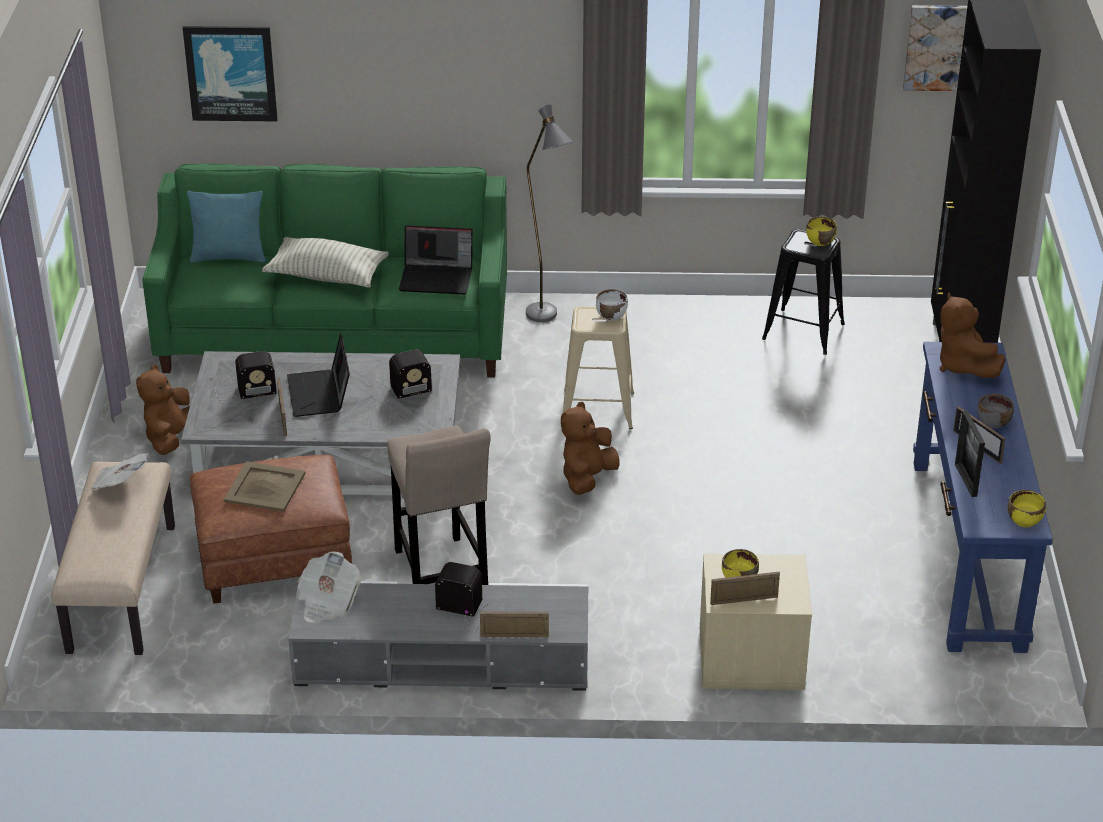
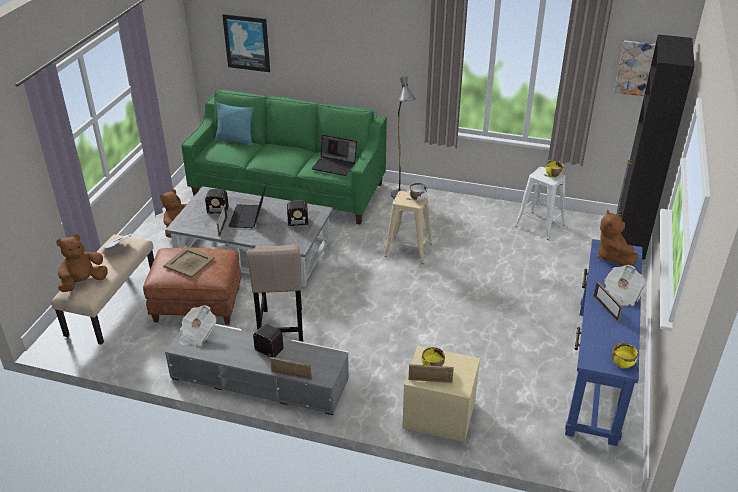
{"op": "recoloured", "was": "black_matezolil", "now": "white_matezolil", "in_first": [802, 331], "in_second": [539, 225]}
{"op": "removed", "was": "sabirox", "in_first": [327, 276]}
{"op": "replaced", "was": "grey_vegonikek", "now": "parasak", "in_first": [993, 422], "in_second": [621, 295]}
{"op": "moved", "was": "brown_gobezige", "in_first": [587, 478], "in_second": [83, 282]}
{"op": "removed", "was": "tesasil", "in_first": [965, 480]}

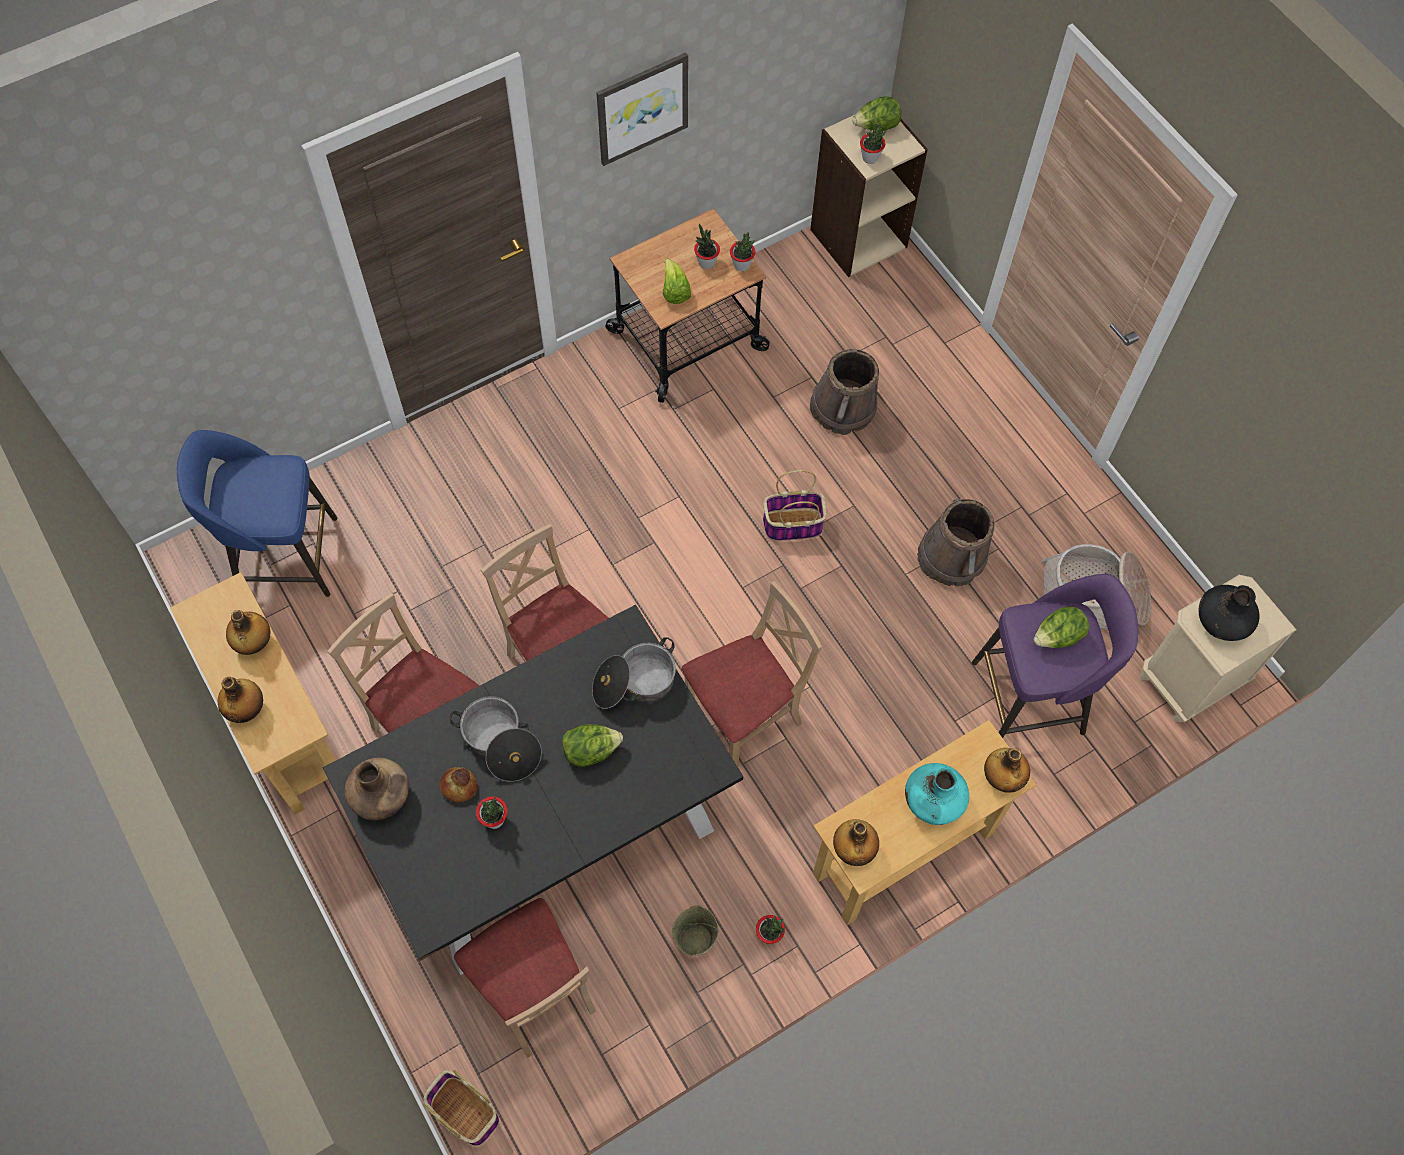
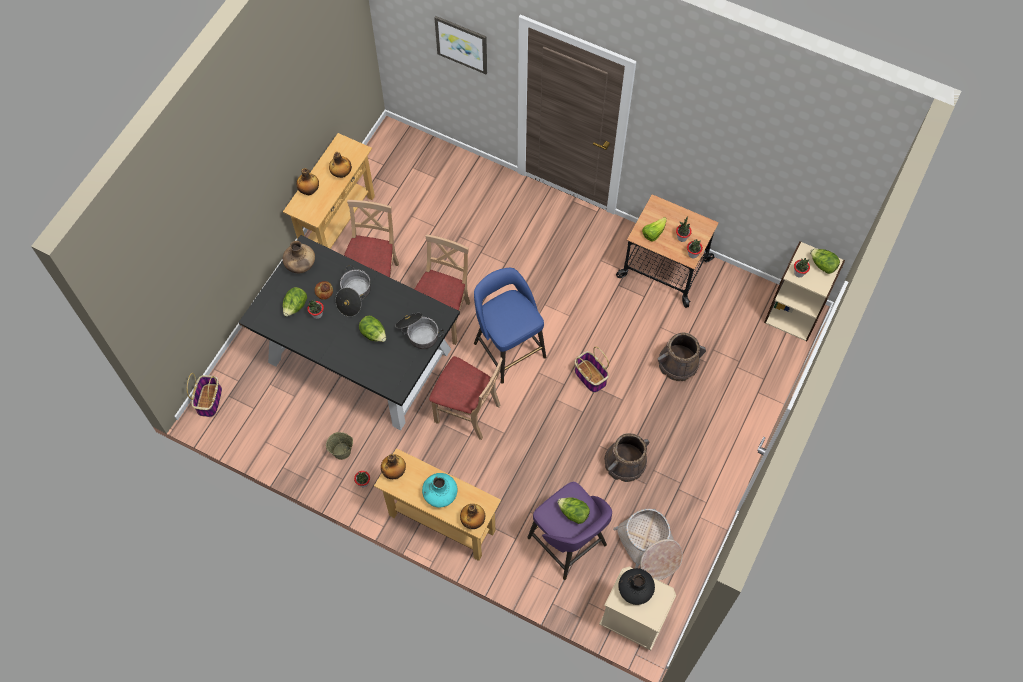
{"op": "moved", "was": "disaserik", "in_first": [642, 108], "in_second": [462, 44]}
{"op": "moved", "was": "blue_matezolil", "in_first": [283, 556], "in_second": [508, 348]}
{"op": "removed", "was": "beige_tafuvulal", "in_first": [535, 993]}
{"op": "added", "now": "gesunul", "in_second": [295, 306]}

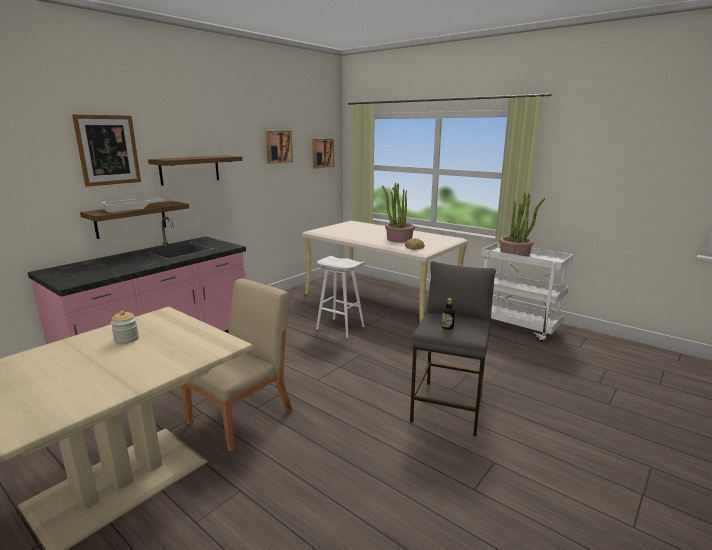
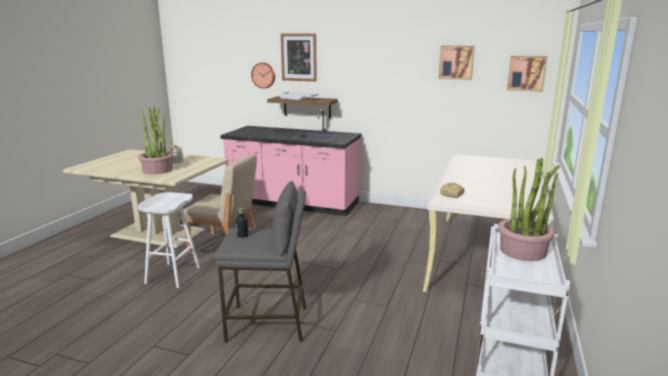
{"op": "removed", "was": "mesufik", "in_first": [190, 170]}
{"op": "moved", "was": "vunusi", "in_first": [399, 239], "in_second": [157, 170]}
{"op": "moved", "was": "white_matezolil", "in_first": [339, 328], "in_second": [173, 274]}
{"op": "added", "now": "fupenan", "in_second": [263, 75]}

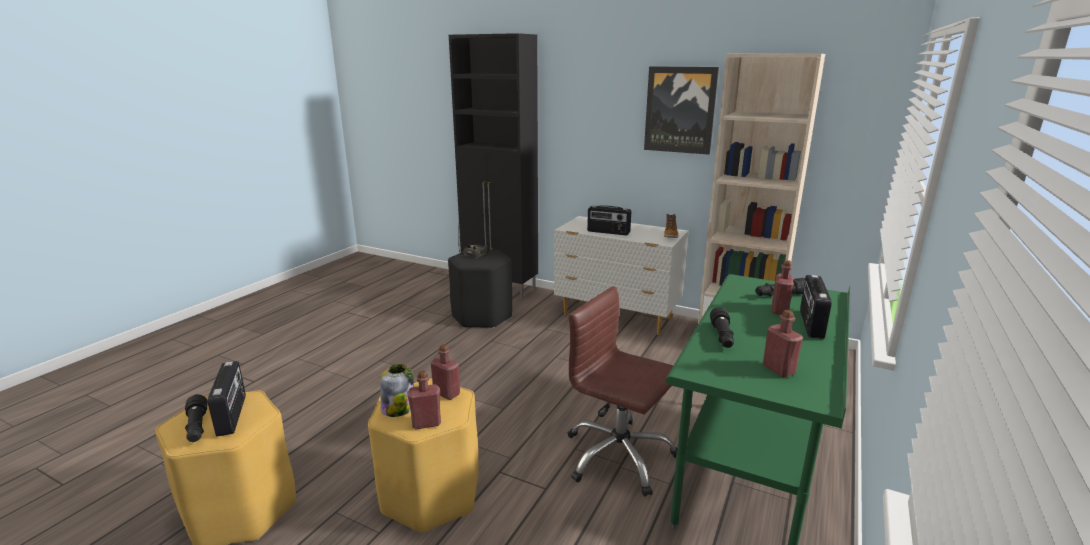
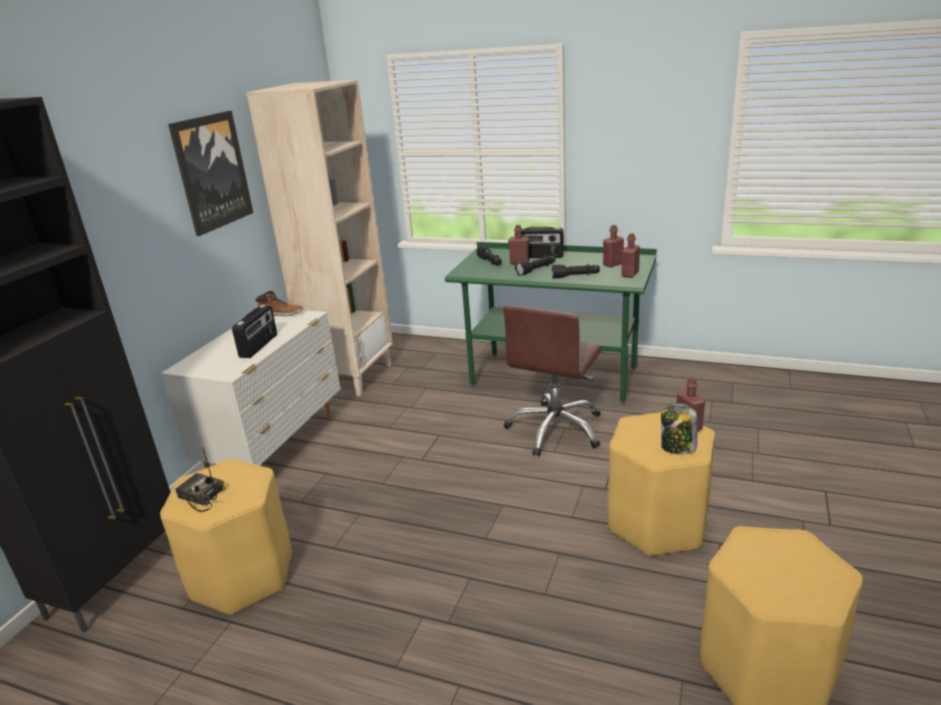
{"op": "recoloured", "was": "black_matezolil", "now": "yellow_matezolil", "in_first": [482, 316], "in_second": [243, 575]}
{"op": "moved", "was": "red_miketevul", "in_first": [446, 393], "in_second": [630, 274]}
{"op": "removed", "was": "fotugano", "in_first": [233, 415]}
{"op": "moved", "was": "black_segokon", "in_first": [197, 427], "in_second": [536, 270]}

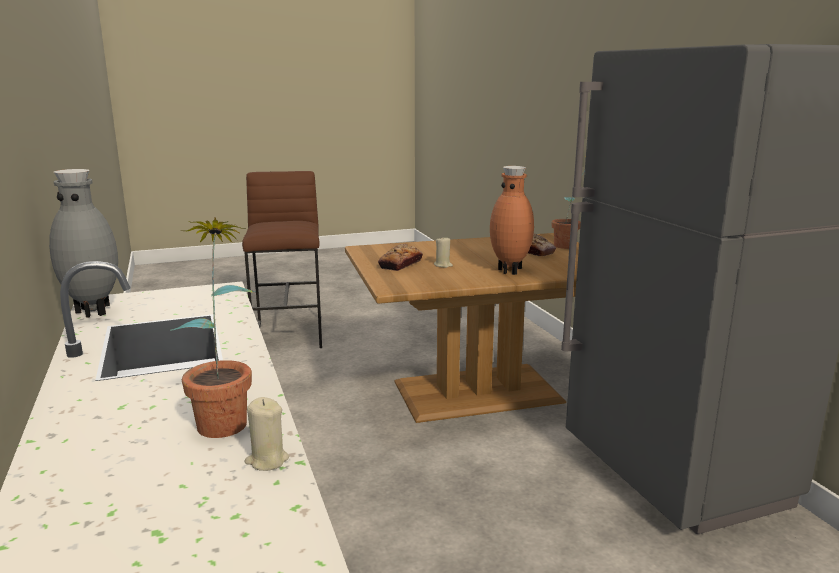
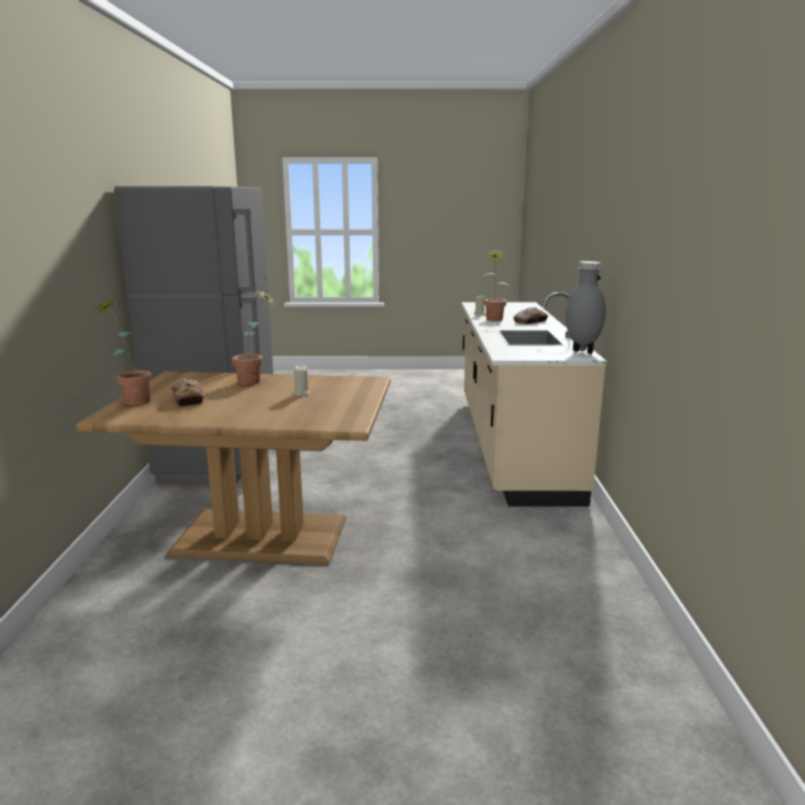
{"op": "replaced", "was": "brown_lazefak", "now": "vunusi", "in_first": [510, 271], "in_second": [256, 382]}
{"op": "removed", "was": "brown_matezolil", "in_first": [290, 334]}
{"op": "moved", "was": "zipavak", "in_first": [400, 264], "in_second": [530, 321]}

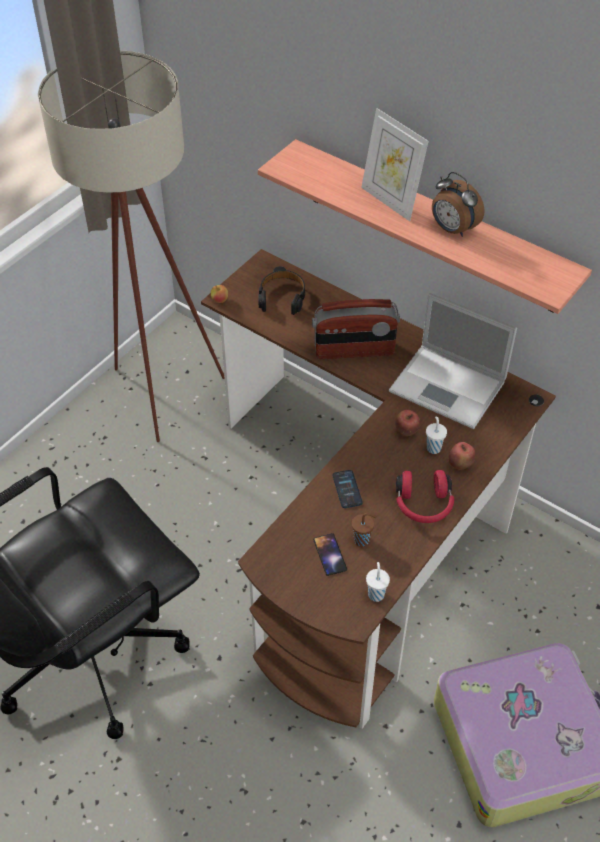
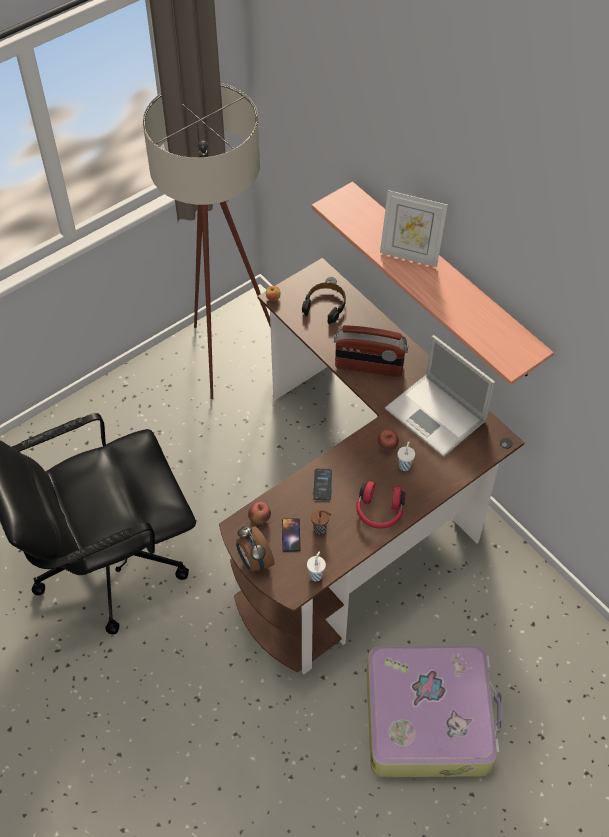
{"op": "turned", "was": "tesasil", "in_first": [390, 201], "in_second": [410, 255], "clockwise": -45}
{"op": "moved", "was": "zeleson", "in_first": [452, 229], "in_second": [254, 561]}
{"op": "moved", "was": "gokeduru", "in_first": [460, 464], "in_second": [259, 519]}

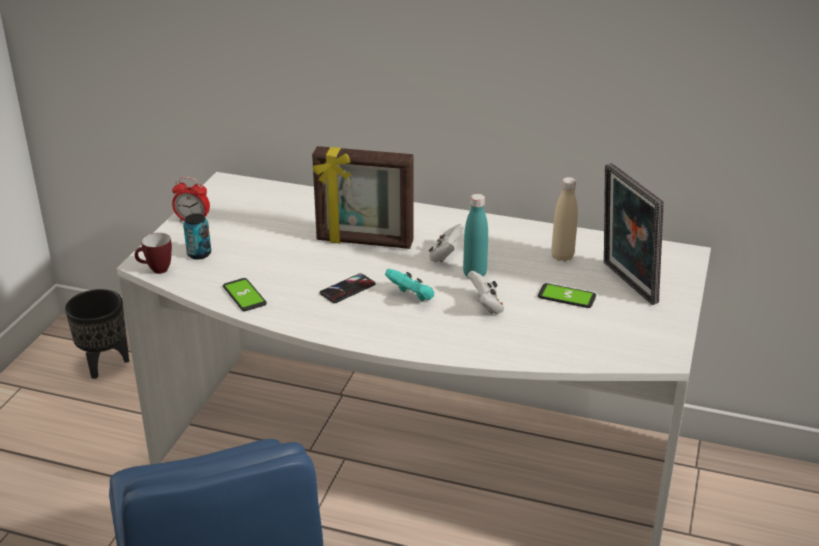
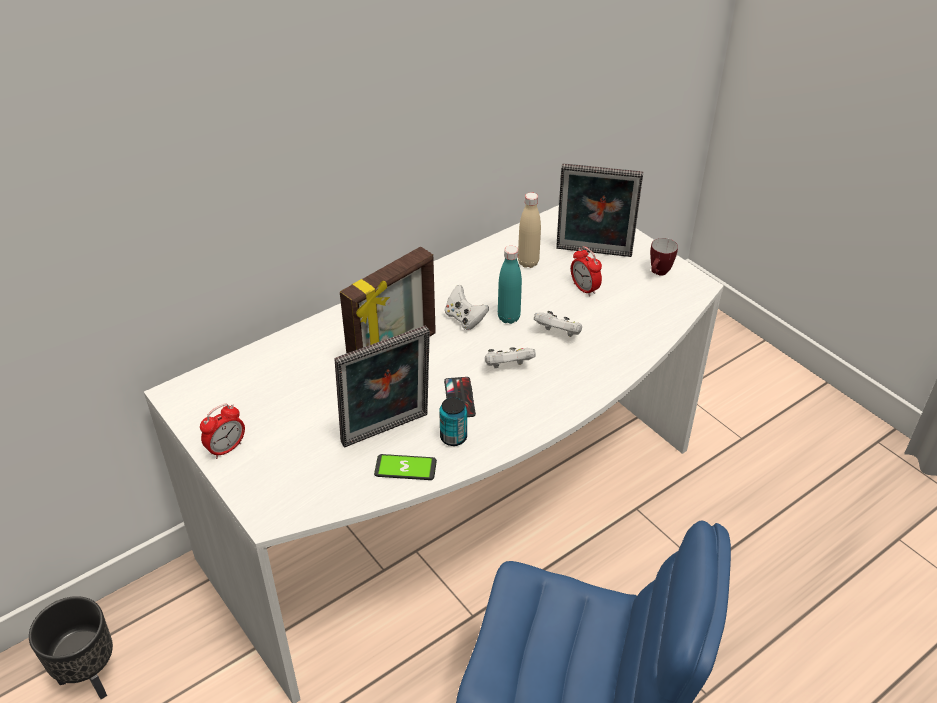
{"op": "moved", "was": "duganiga", "in_first": [199, 254], "in_second": [453, 437]}
{"op": "moved", "was": "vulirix", "in_first": [155, 270], "in_second": [659, 273]}
{"op": "recoloured", "was": "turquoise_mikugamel", "now": "white_mikugamel", "in_first": [411, 297], "in_second": [508, 367]}
{"op": "replaced", "was": "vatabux", "now": "zeleson", "in_first": [566, 297], "in_second": [584, 289]}
{"op": "added", "now": "tesasil", "in_second": [387, 432]}

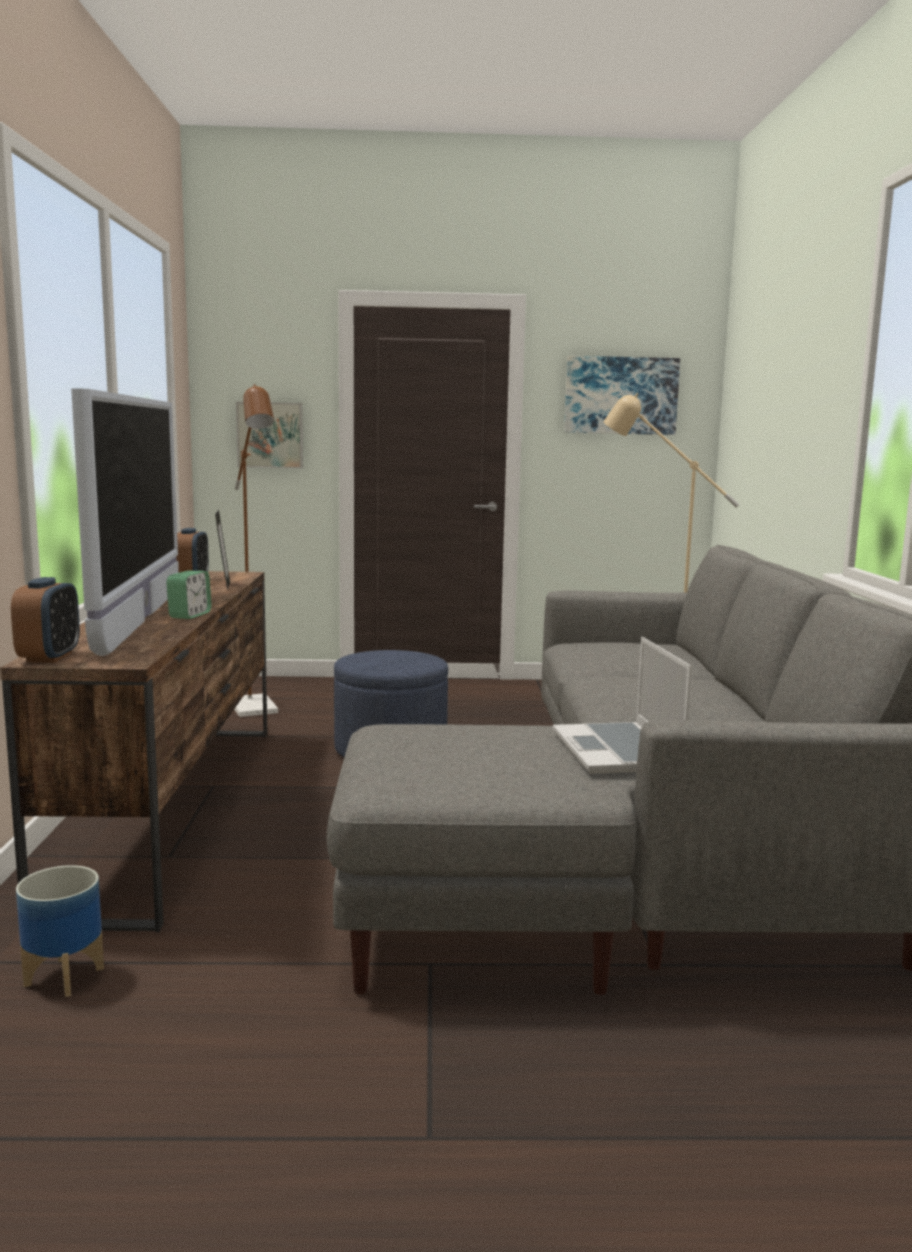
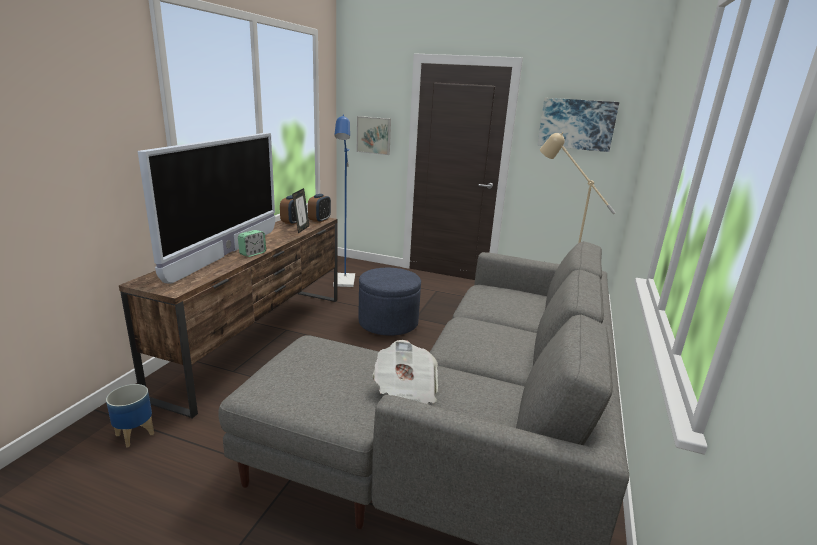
{"op": "recoloured", "was": "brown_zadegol", "now": "blue_zadegol", "in_first": [255, 710], "in_second": [344, 283]}
{"op": "moved", "was": "zeleson", "in_first": [49, 657], "in_second": [319, 220]}
{"op": "replaced", "was": "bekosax", "now": "parasak", "in_first": [618, 752], "in_second": [405, 392]}

